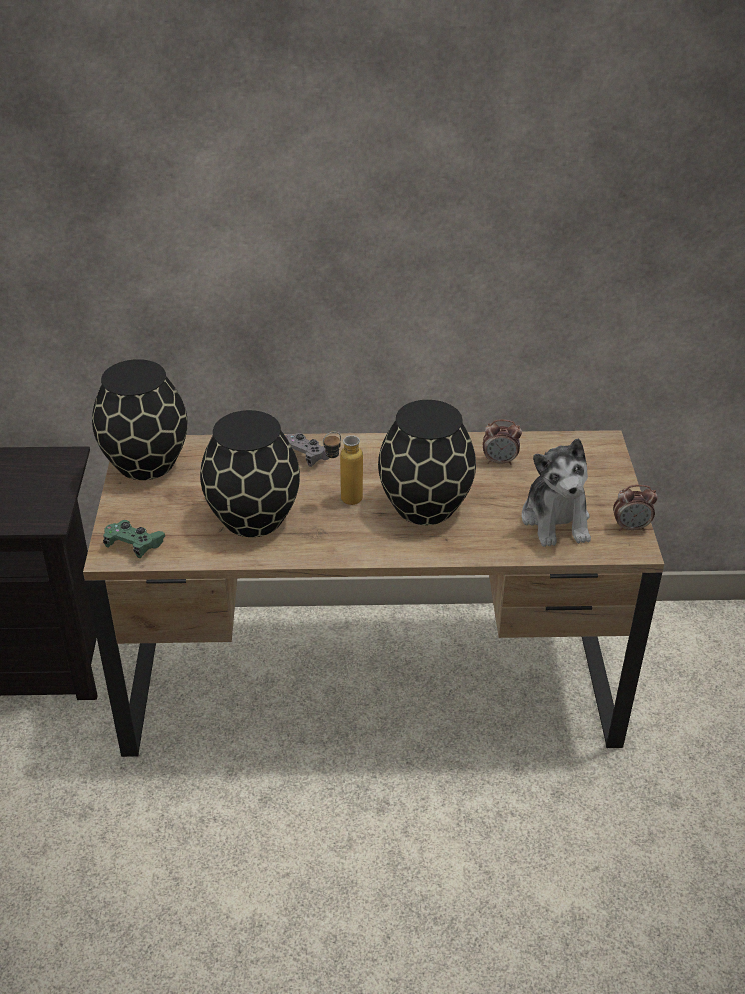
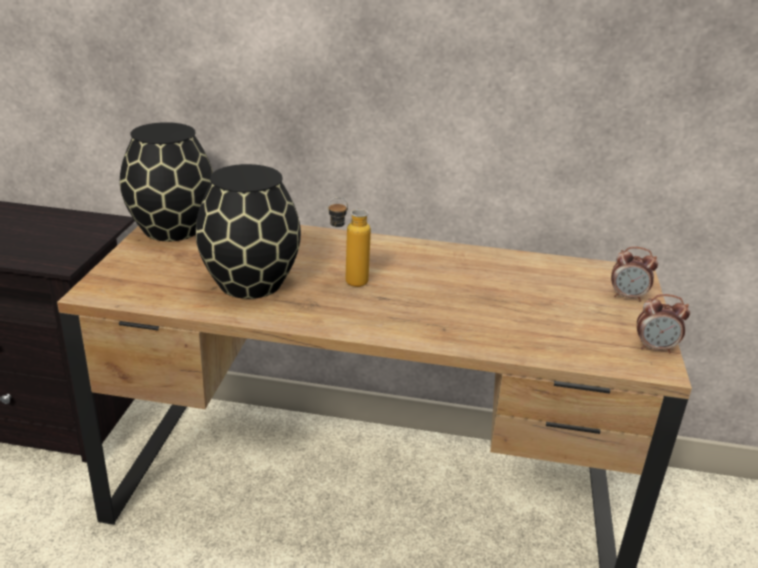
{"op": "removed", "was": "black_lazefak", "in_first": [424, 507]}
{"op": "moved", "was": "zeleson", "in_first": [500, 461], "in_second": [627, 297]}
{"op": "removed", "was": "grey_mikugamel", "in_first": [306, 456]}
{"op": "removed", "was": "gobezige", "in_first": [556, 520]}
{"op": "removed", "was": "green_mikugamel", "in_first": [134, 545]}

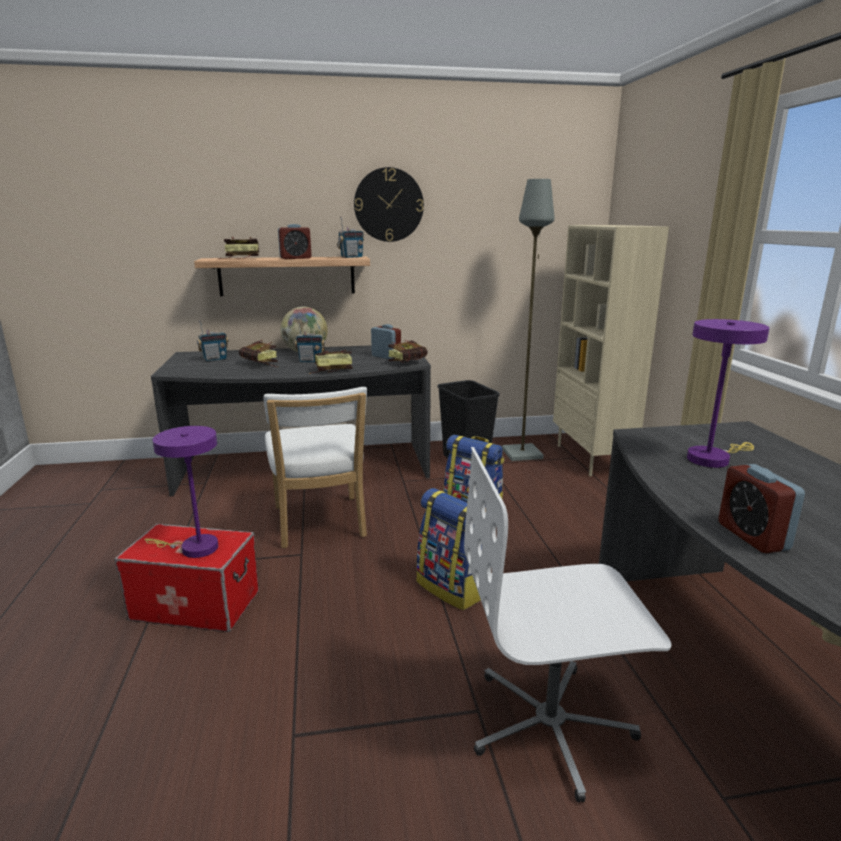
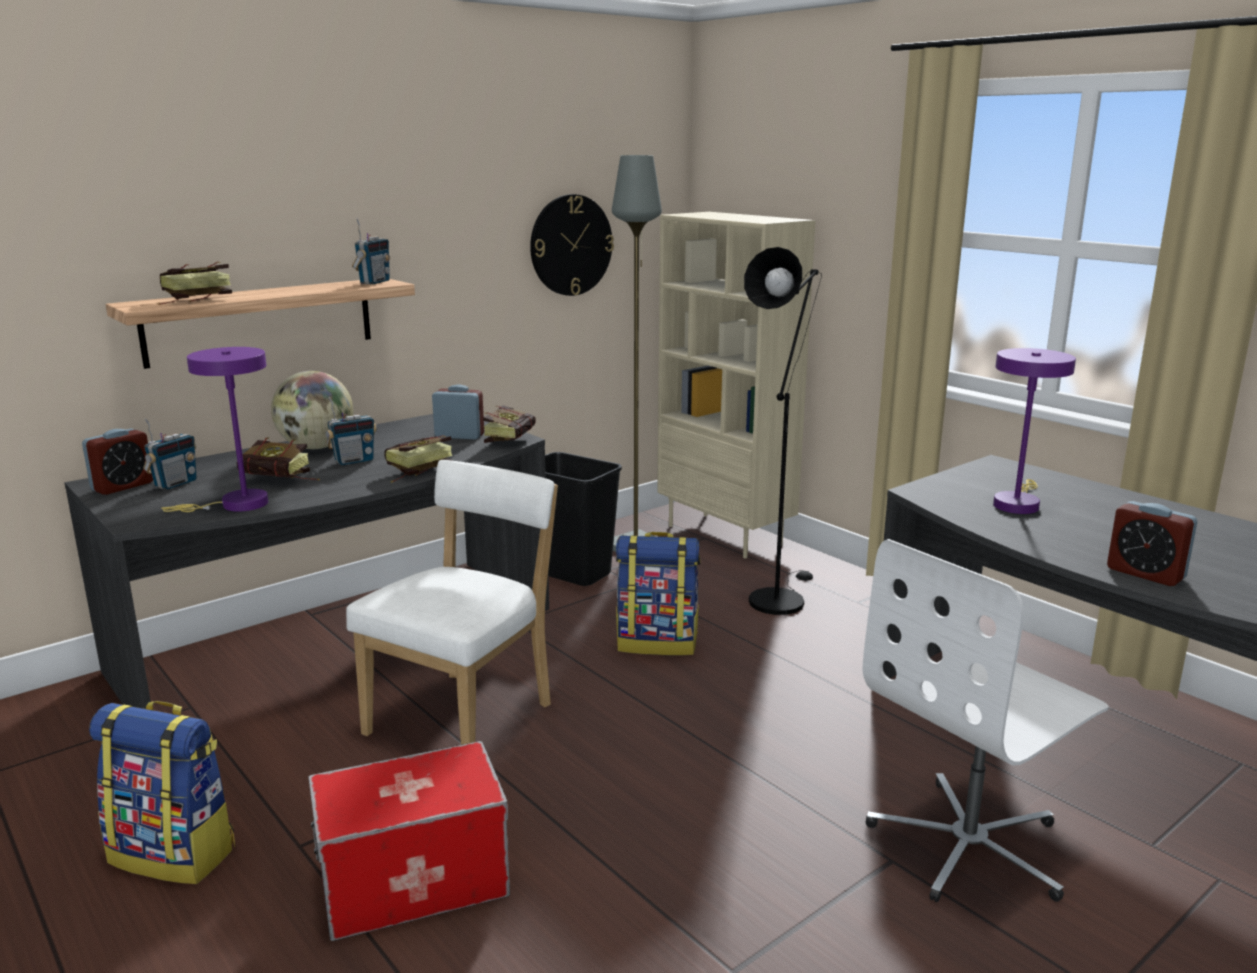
{"op": "moved", "was": "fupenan", "in_first": [388, 205], "in_second": [571, 245]}
{"op": "moved", "was": "zeleson", "in_first": [295, 258], "in_second": [122, 486]}
{"op": "turned", "was": "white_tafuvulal", "in_first": [320, 524], "in_second": [466, 716], "clockwise": -105}
{"op": "moved", "was": "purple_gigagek", "in_first": [193, 548], "in_second": [236, 505]}
{"op": "moved", "was": "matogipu", "in_first": [453, 588], "in_second": [175, 853]}
{"op": "added", "now": "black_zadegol", "in_second": [778, 597]}

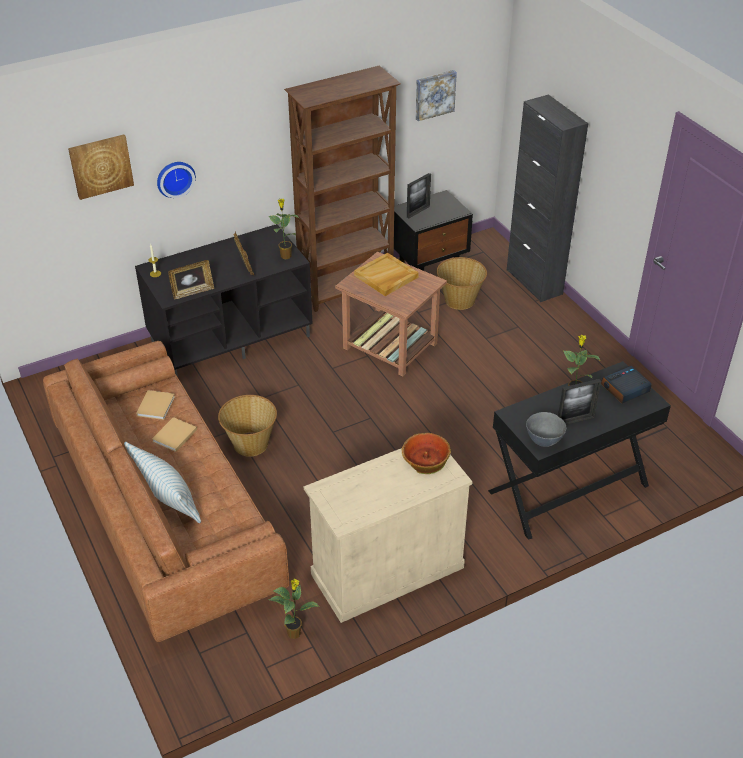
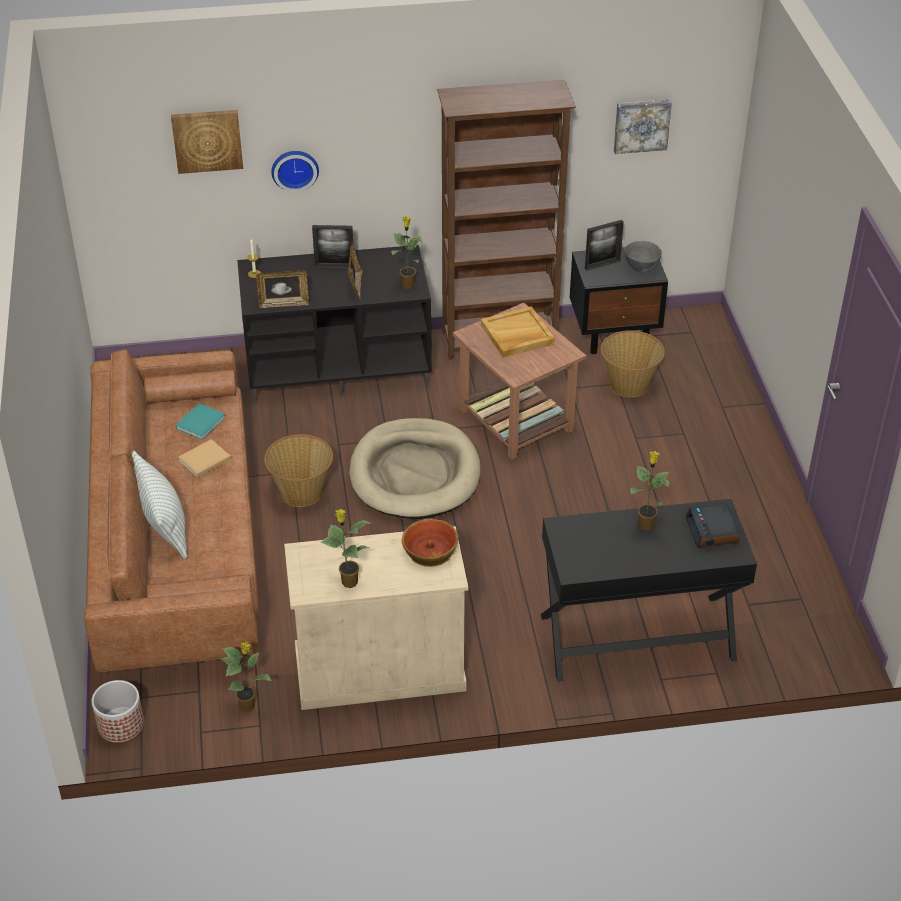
{"op": "removed", "was": "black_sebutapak", "in_first": [534, 282]}
{"op": "turned", "was": "zeleson", "in_first": [625, 389], "in_second": [712, 531], "clockwise": -90}
{"op": "moved", "was": "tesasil", "in_first": [575, 420], "in_second": [334, 267]}
{"op": "recoloured", "was": "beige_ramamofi", "now": "turquoise_ramamofi", "in_first": [156, 405], "in_second": [201, 422]}
{"op": "moved", "was": "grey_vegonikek", "in_first": [543, 441], "in_second": [641, 268]}
{"op": "added", "now": "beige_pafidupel", "in_second": [415, 474]}
{"op": "added", "now": "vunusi", "in_second": [348, 582]}
{"op": "added", "now": "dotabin", "in_second": [120, 725]}

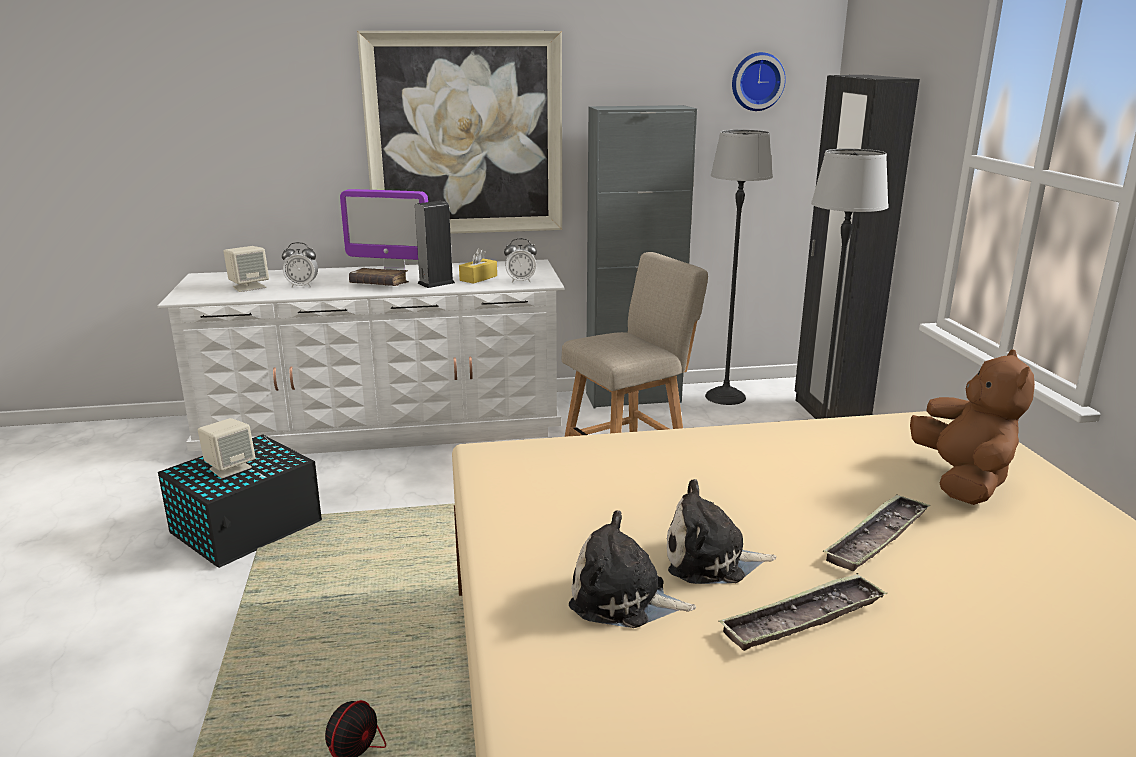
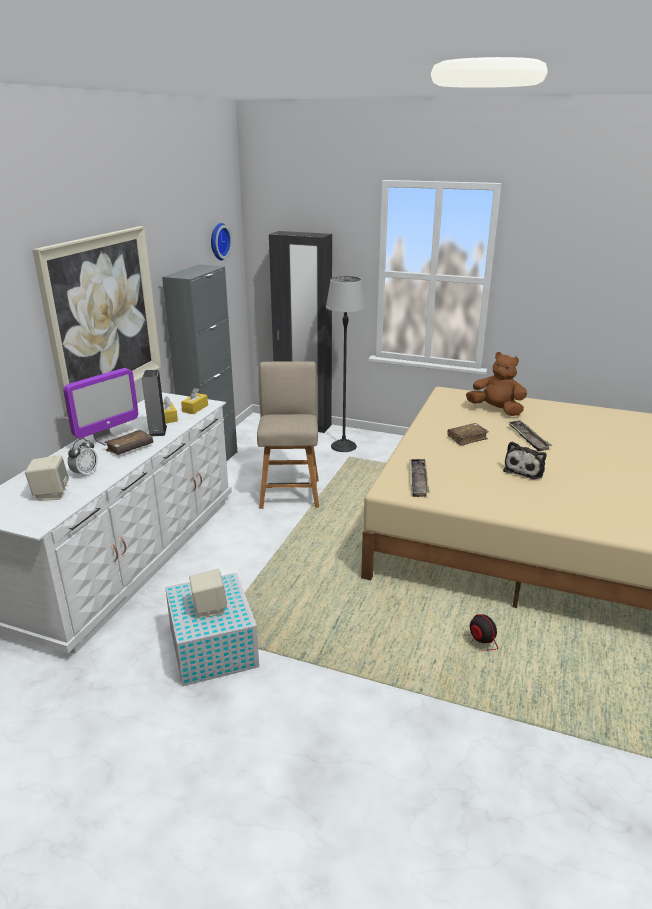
{"op": "removed", "was": "zadegol", "in_first": [725, 397]}
{"op": "replaced", "was": "zeleson", "now": "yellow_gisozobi", "in_first": [521, 281], "in_second": [195, 408]}
{"op": "recoloured", "was": "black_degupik", "now": "white_degupik", "in_first": [248, 526], "in_second": [213, 645]}
{"op": "removed", "was": "gobezige", "in_first": [624, 599]}
{"op": "moved", "was": "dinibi", "in_first": [802, 619], "in_second": [418, 480]}
{"op": "added", "now": "brown_ramamofi", "in_second": [467, 438]}

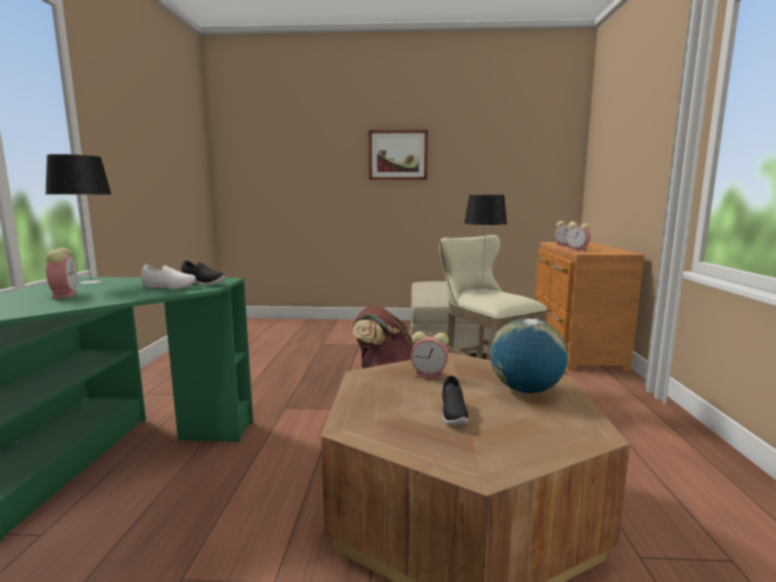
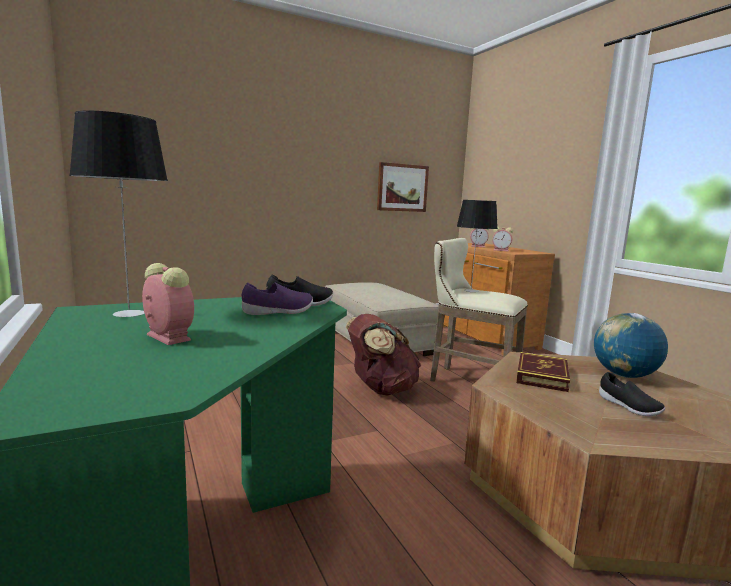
{"op": "moved", "was": "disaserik", "in_first": [398, 155], "in_second": [402, 187]}
{"op": "recoloured", "was": "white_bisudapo", "now": "purple_bisudapo", "in_first": [169, 287], "in_second": [278, 312]}
{"op": "replaced", "was": "zeleson", "now": "ramamofi", "in_first": [430, 375], "in_second": [542, 375]}

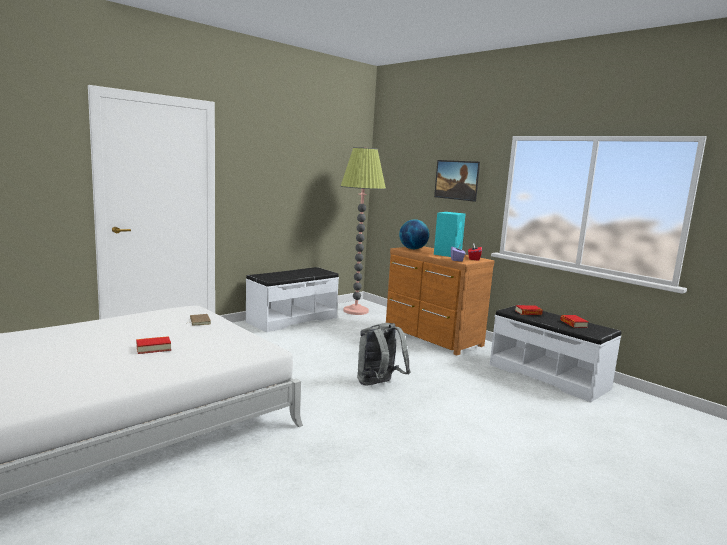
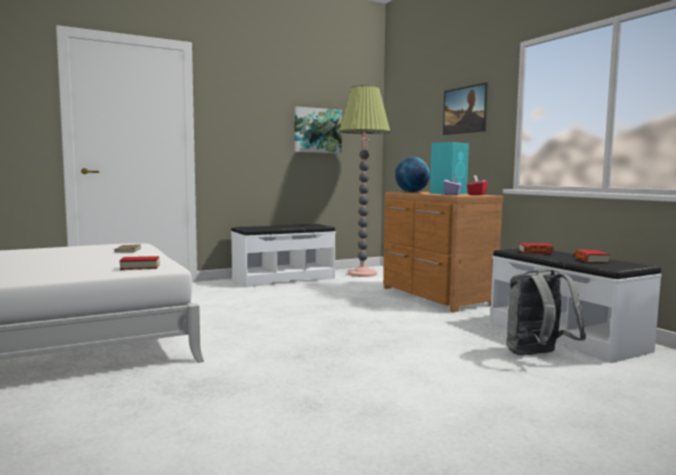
{"op": "moved", "was": "grey_matogipu", "in_first": [379, 384], "in_second": [538, 355]}
{"op": "moved", "was": "ramamofi", "in_first": [153, 348], "in_second": [140, 267]}
{"op": "added", "now": "disaserik", "in_second": [317, 130]}

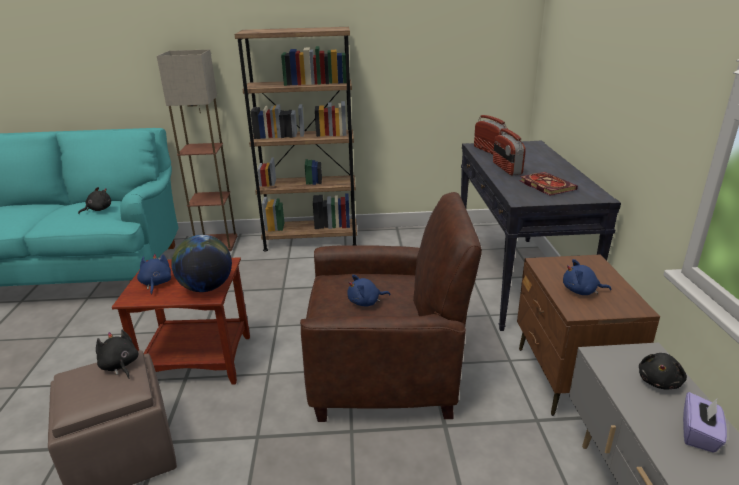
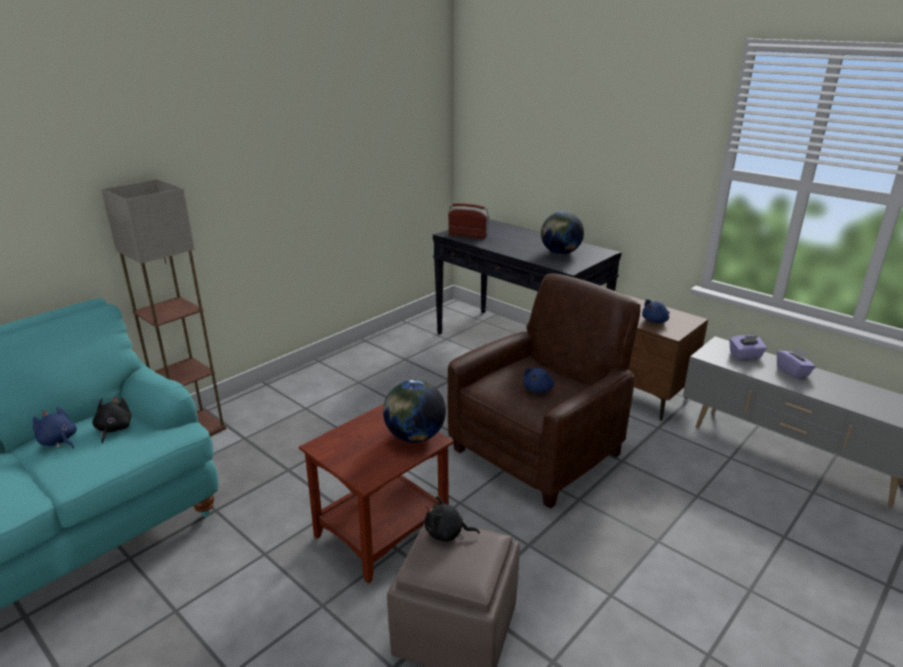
{"op": "removed", "was": "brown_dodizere", "in_first": [311, 240]}
{"op": "removed", "was": "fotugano", "in_first": [506, 168]}
{"op": "replaced", "was": "ramamofi", "now": "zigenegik", "in_first": [545, 185], "in_second": [560, 253]}
{"op": "moved", "was": "blue_gobezige", "in_first": [156, 283], "in_second": [59, 441]}
{"op": "replaced", "was": "black_gobezige", "now": "purple_gisozobi", "in_first": [659, 381], "in_second": [745, 355]}

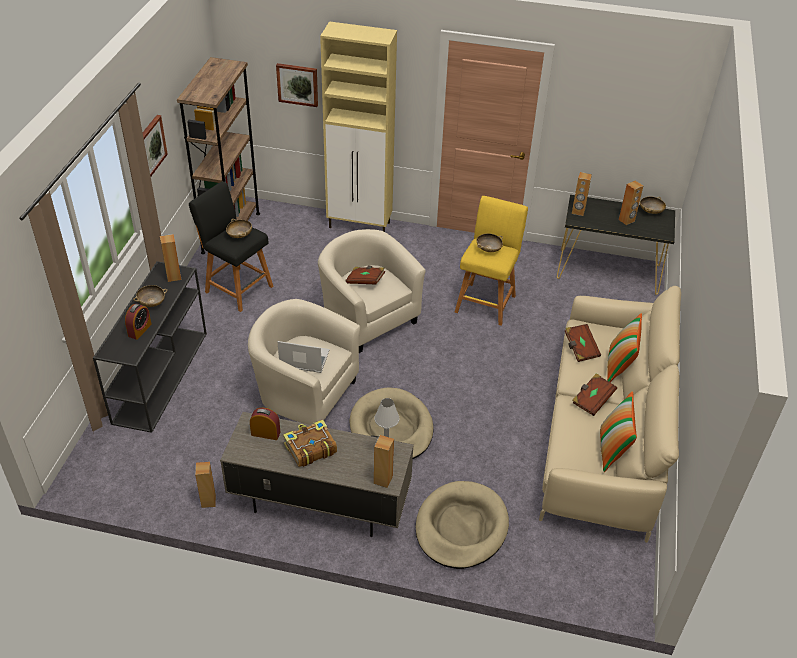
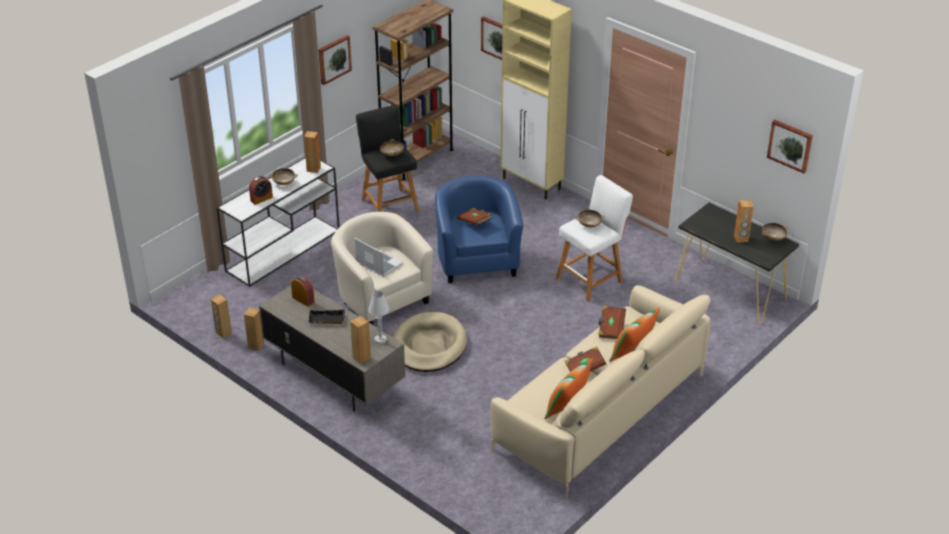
{"op": "moved", "was": "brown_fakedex", "in_first": [578, 212], "in_second": [223, 333]}
{"op": "recoloured", "was": "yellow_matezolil", "now": "white_matezolil", "in_first": [486, 302], "in_second": [591, 279]}
{"op": "recoloured", "was": "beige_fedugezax", "now": "blue_fedugezax", "in_first": [367, 318], "in_second": [477, 260]}
{"op": "recoloured", "was": "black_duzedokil", "now": "white_duzedokil", "in_first": [161, 375], "in_second": [284, 250]}
{"op": "replaced", "was": "ramamofi", "now": "black_dinibi", "in_first": [309, 448], "in_second": [326, 320]}
{"op": "removed", "was": "beige_pafidupel", "in_first": [461, 527]}
{"op": "added", "now": "disaserik", "in_second": [790, 145]}

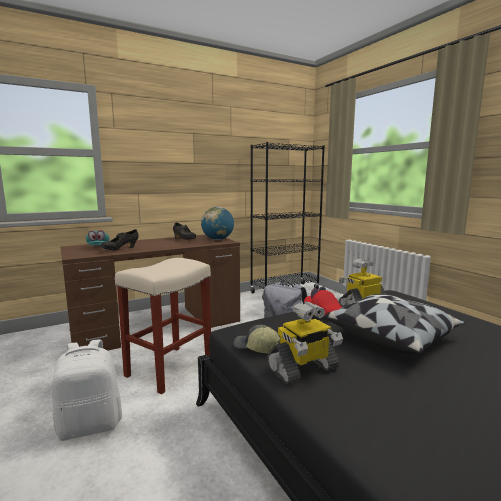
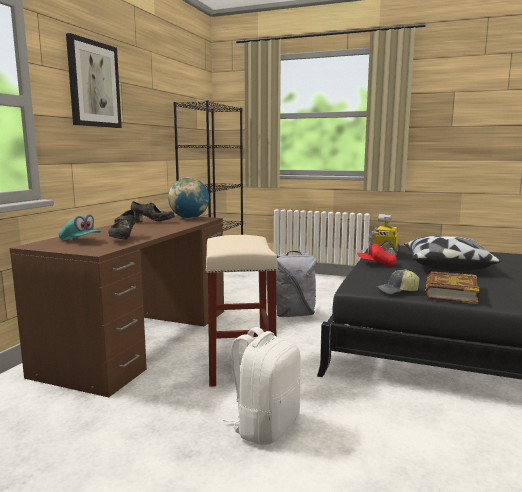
{"op": "replaced", "was": "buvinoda", "now": "ramamofi", "in_first": [303, 369], "in_second": [450, 292]}
{"op": "added", "now": "disaserik", "in_second": [94, 84]}

